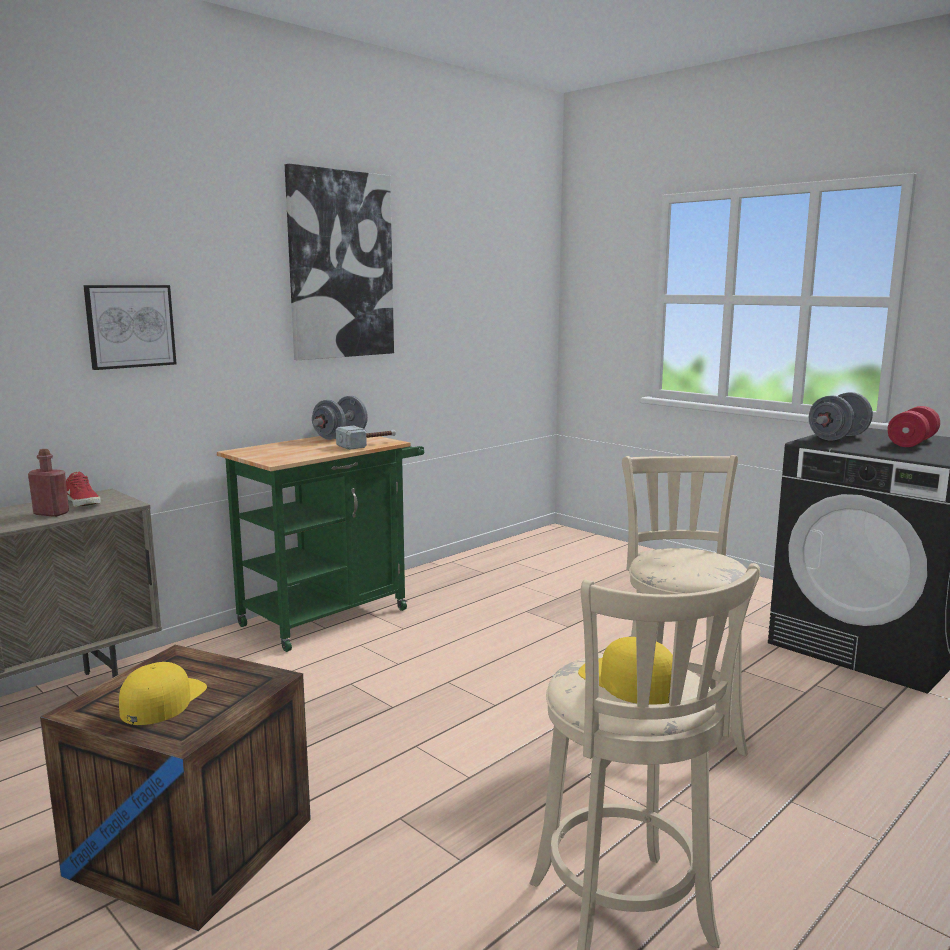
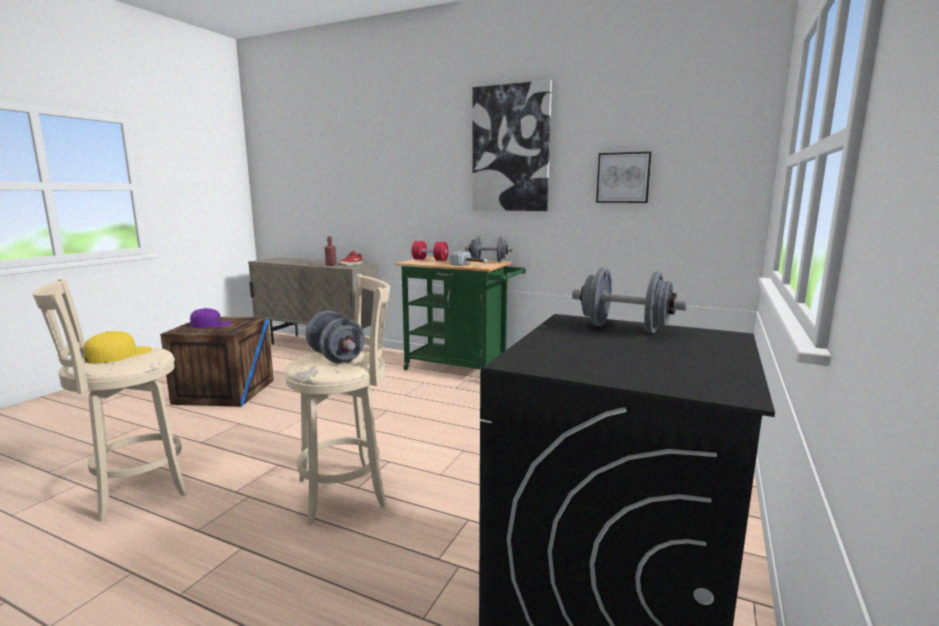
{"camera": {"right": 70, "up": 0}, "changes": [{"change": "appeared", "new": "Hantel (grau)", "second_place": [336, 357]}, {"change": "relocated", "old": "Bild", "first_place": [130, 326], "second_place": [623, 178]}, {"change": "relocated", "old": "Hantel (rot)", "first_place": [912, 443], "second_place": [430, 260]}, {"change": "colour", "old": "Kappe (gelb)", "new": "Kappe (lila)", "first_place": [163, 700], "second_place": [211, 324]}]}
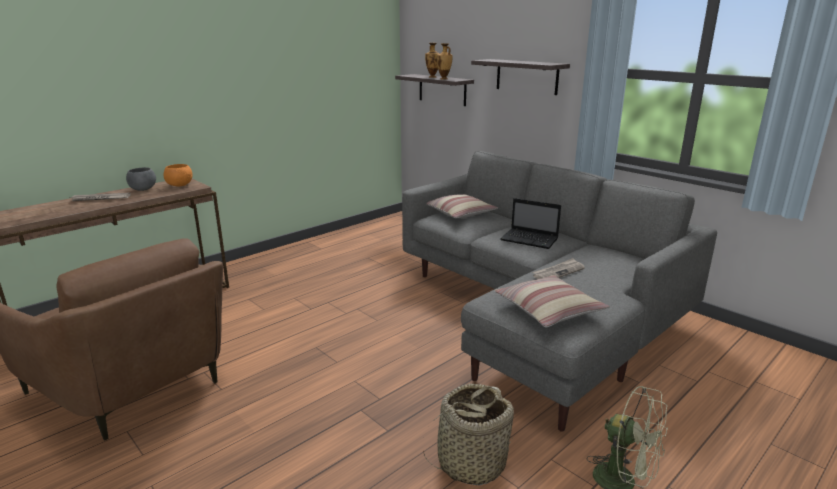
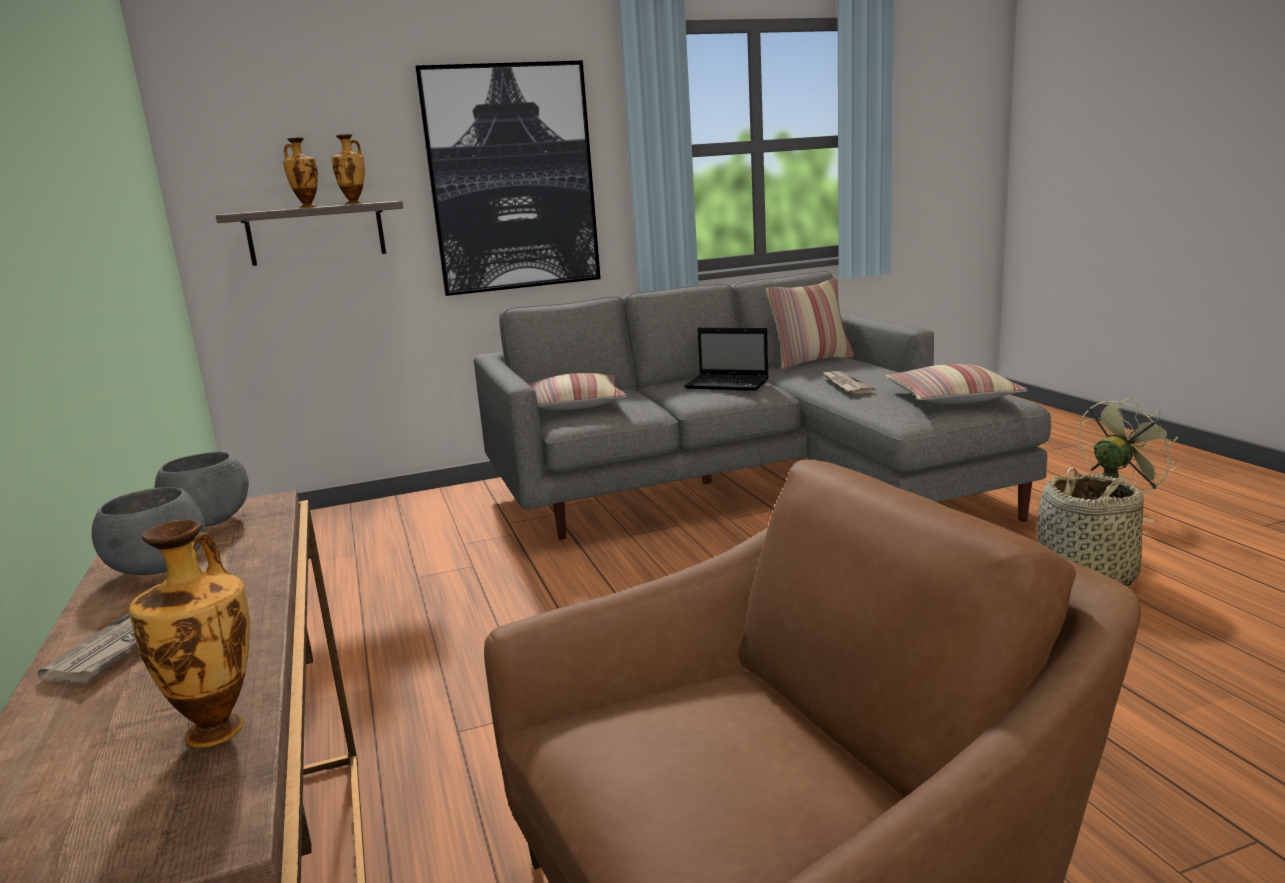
{"camera": {"right": -65, "up": -5}, "changes": [{"change": "appeared", "new": "Vase", "second_place": [219, 728]}, {"change": "appeared", "new": "Kissen", "second_place": [811, 361]}, {"change": "exchanged", "old": "Wandregal", "new": "Bild", "first_place": [526, 76], "second_place": [512, 179]}, {"change": "colour", "old": "Schüssel (orange)", "new": "Schüssel (grau)", "first_place": [180, 185], "second_place": [211, 523]}, {"change": "spun", "old": "Laptop", "first_place": [530, 240], "second_place": [729, 384], "degrees": 60}]}
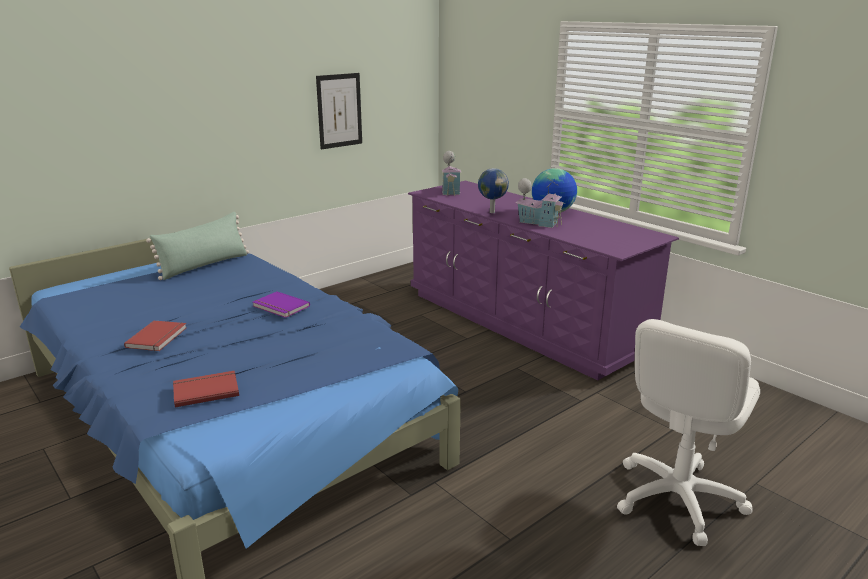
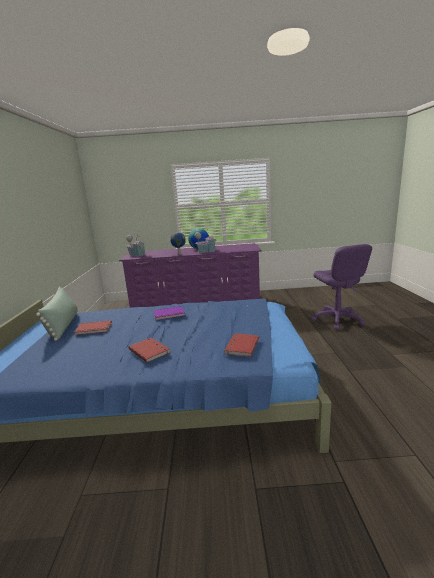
{"camera": {"right": -50, "up": -5}, "changes": [{"change": "missing", "old": "Bild", "first_place": [339, 110]}, {"change": "appeared", "new": "Buch (rot)", "second_place": [93, 329]}, {"change": "colour", "old": "Bürostuhl (weiß)", "new": "Bürostuhl (lila)", "first_place": [677, 498], "second_place": [337, 319]}]}
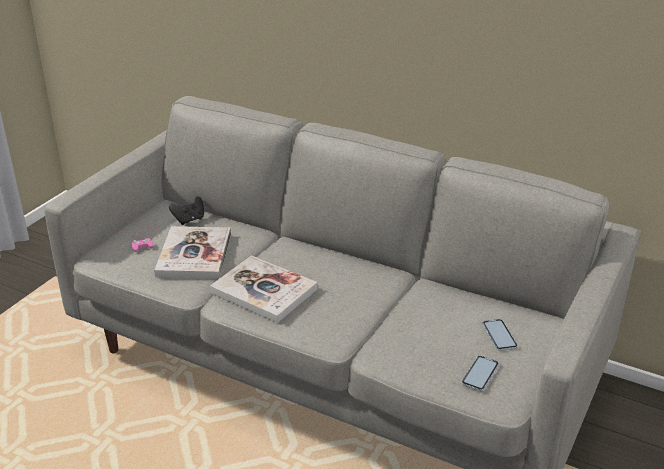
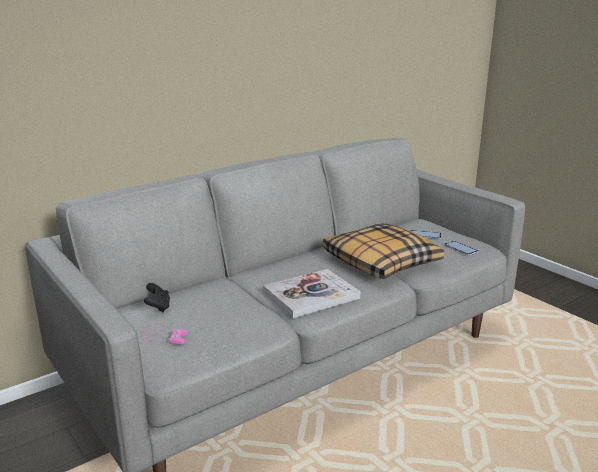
{"camera": {"right": -65, "up": -10}, "changes": [{"change": "missing", "old": "Buch", "first_place": [194, 255]}, {"change": "appeared", "new": "Kissen", "second_place": [380, 262]}]}
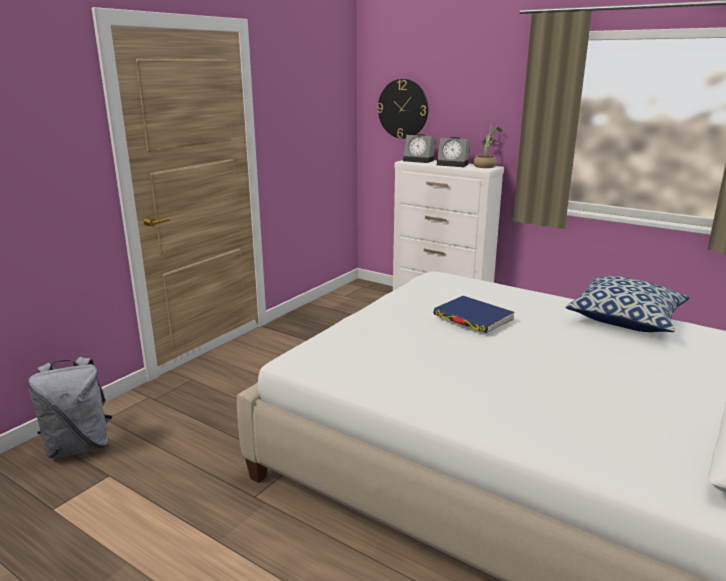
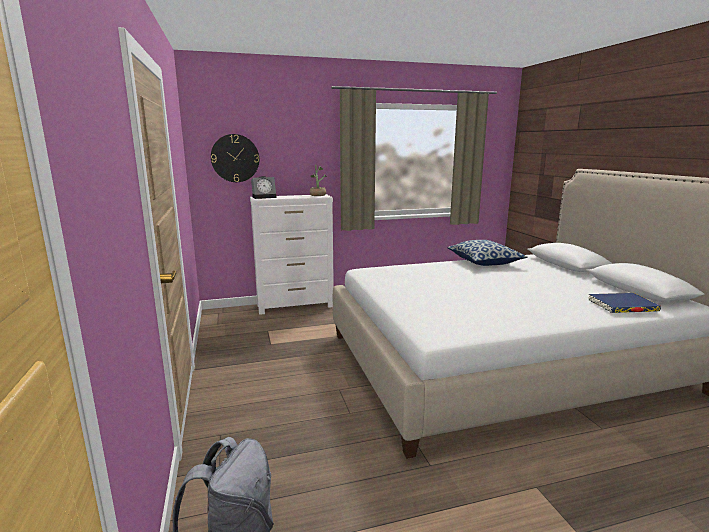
{"camera": {"right": -50, "up": -5}, "changes": [{"change": "missing", "old": "Wecker", "first_place": [453, 164]}, {"change": "relocated", "old": "Buch (blau)", "first_place": [473, 318], "second_place": [622, 306]}]}
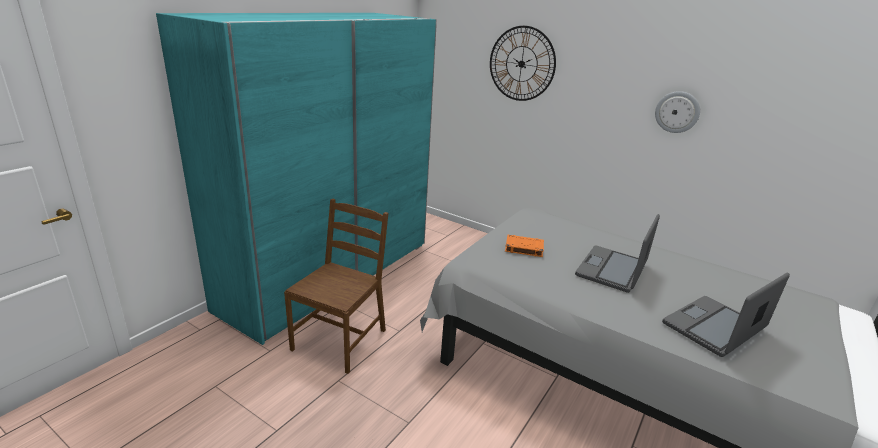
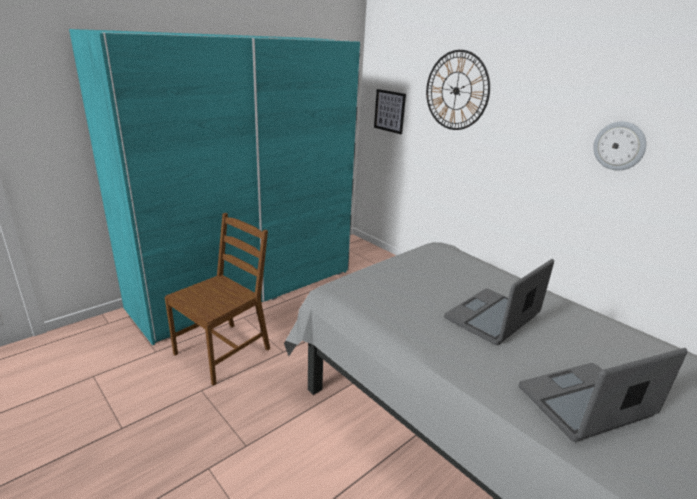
{"camera": {"right": 15, "up": 0}, "changes": [{"change": "missing", "old": "Buch (orange)", "first_place": [523, 248]}, {"change": "appeared", "new": "Bild", "second_place": [389, 111]}]}
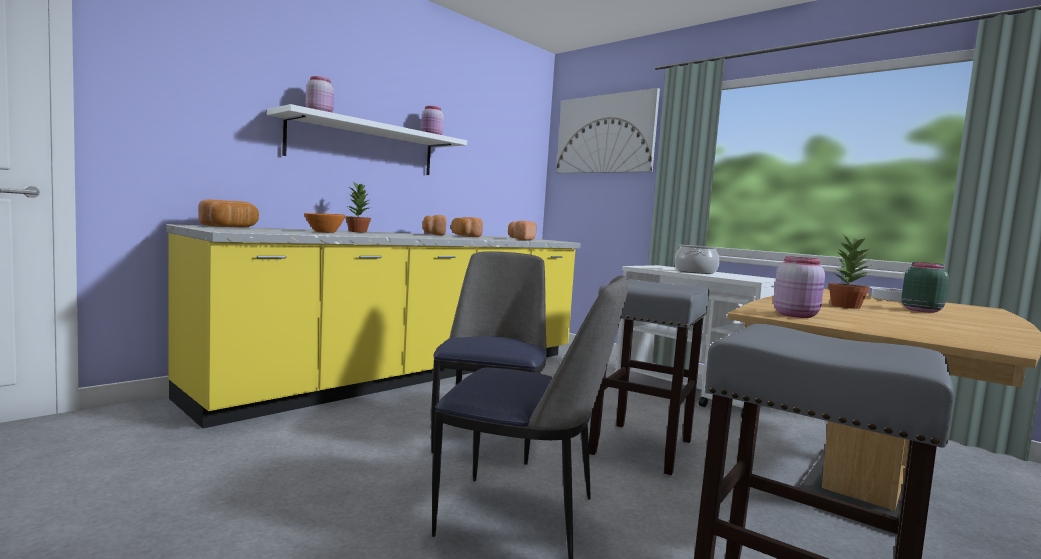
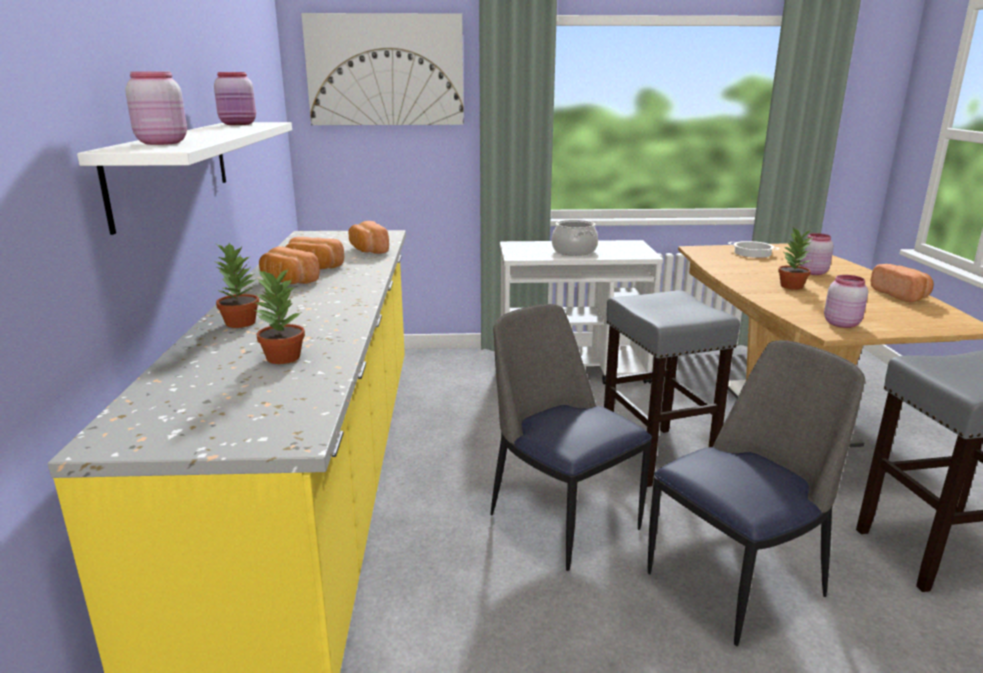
{"camera": {"right": -45, "up": 15}, "changes": [{"change": "relocated", "old": "Brot", "first_place": [231, 227], "second_place": [901, 295]}, {"change": "exchanged", "old": "Schüssel (orange)", "new": "Topfpflanze", "first_place": [323, 232], "second_place": [282, 357]}, {"change": "colour", "old": "Vorratsglas (grün)", "new": "Vorratsglas (rosa)", "first_place": [920, 310], "second_place": [812, 272]}]}
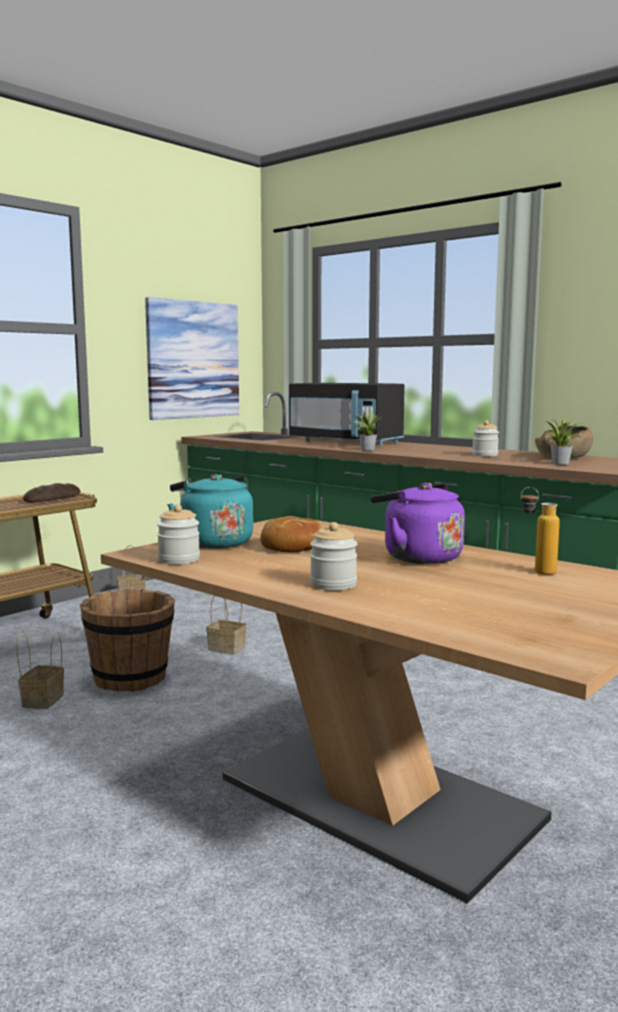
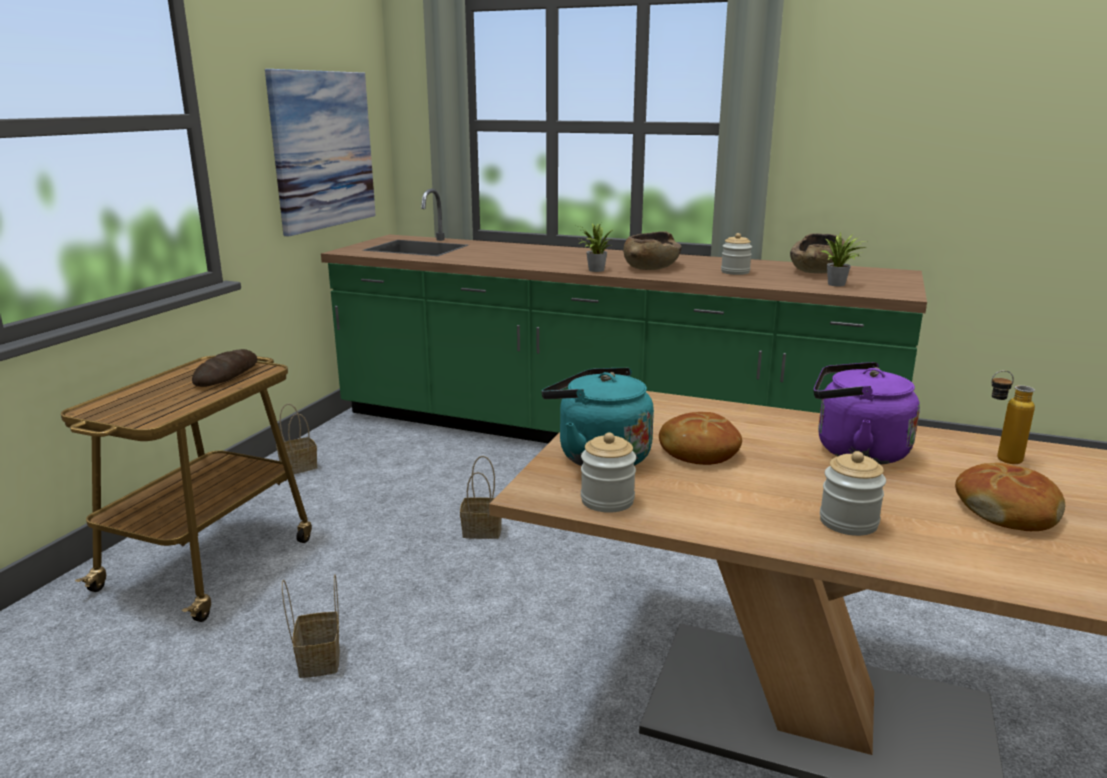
{"camera": {"right": -20, "up": 10}, "changes": [{"change": "missing", "old": "Eimer (braun)", "first_place": [131, 678]}, {"change": "missing", "old": "Mikrowelle (schwarz)", "first_place": [346, 442]}, {"change": "appeared", "new": "Schüssel (braun)", "second_place": [651, 266]}, {"change": "appeared", "new": "Brot", "second_place": [1007, 511]}]}
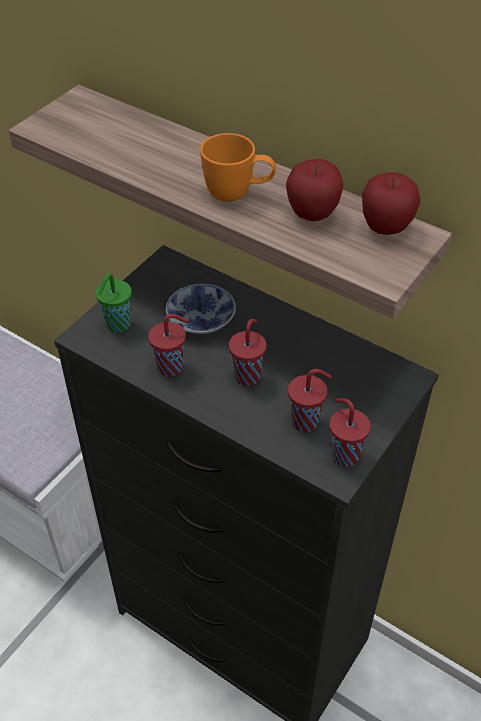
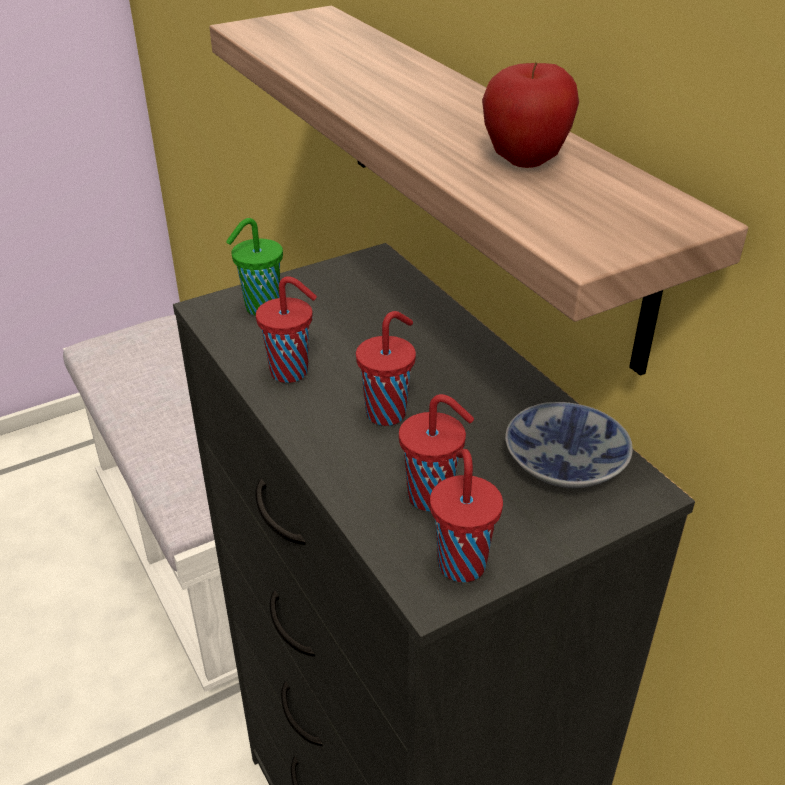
{"camera": {"right": 25, "up": -10}, "changes": [{"change": "missing", "old": "Henkelbecher (orange)", "first_place": [238, 194]}, {"change": "missing", "old": "Apfel", "first_place": [385, 228]}, {"change": "relocated", "old": "Schüssel", "first_place": [204, 319], "second_place": [569, 465]}]}
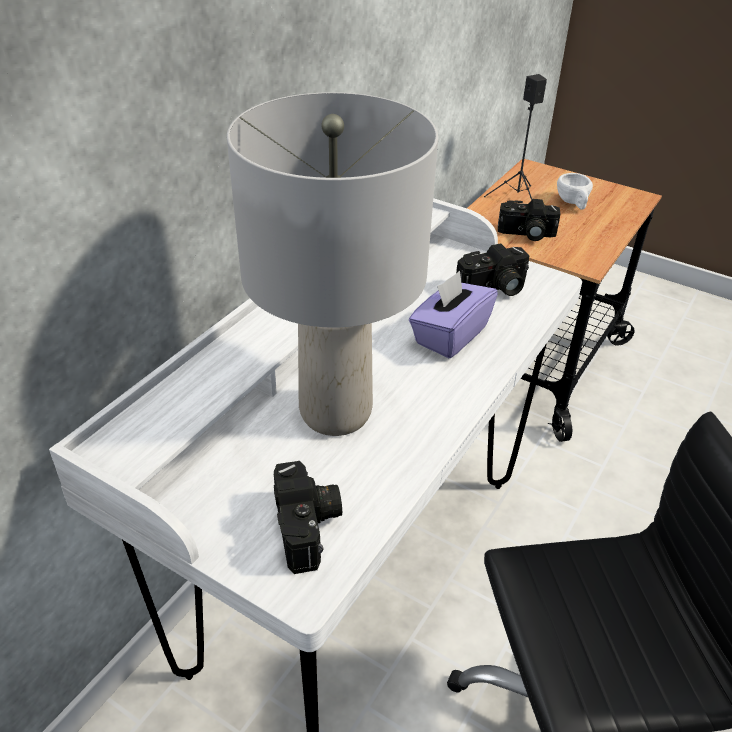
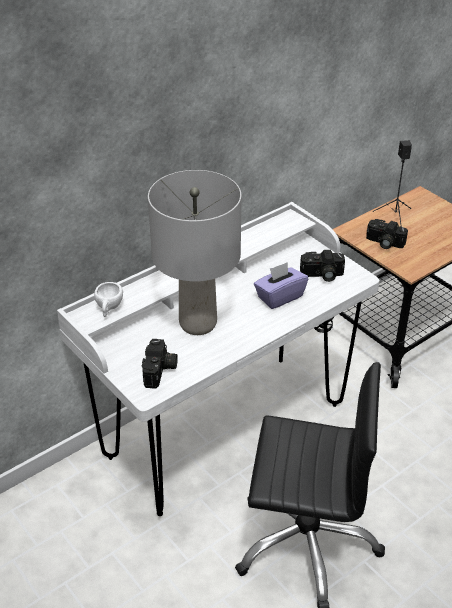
{"camera": {"right": 20, "up": 0}, "changes": [{"change": "relocated", "old": "Tasse (weiß)", "first_place": [573, 203], "second_place": [109, 308]}]}
